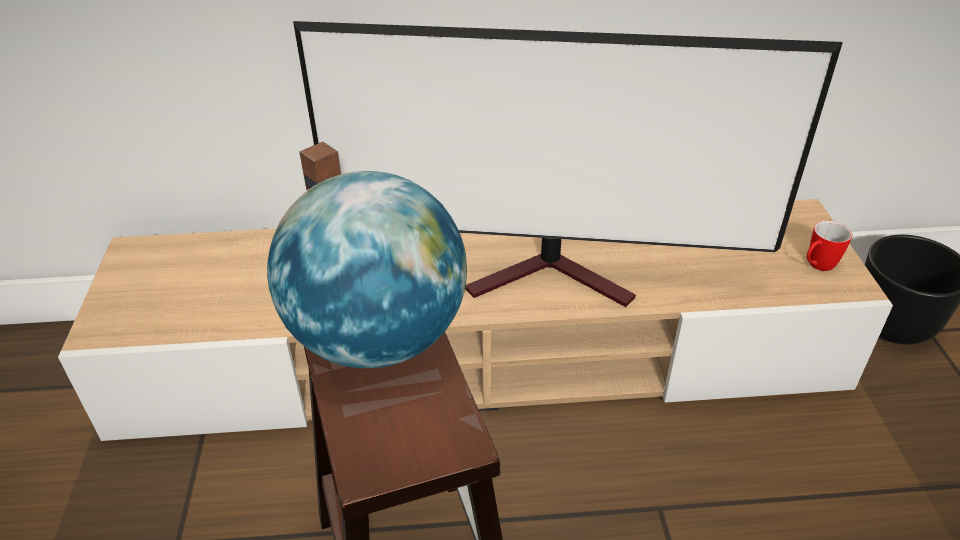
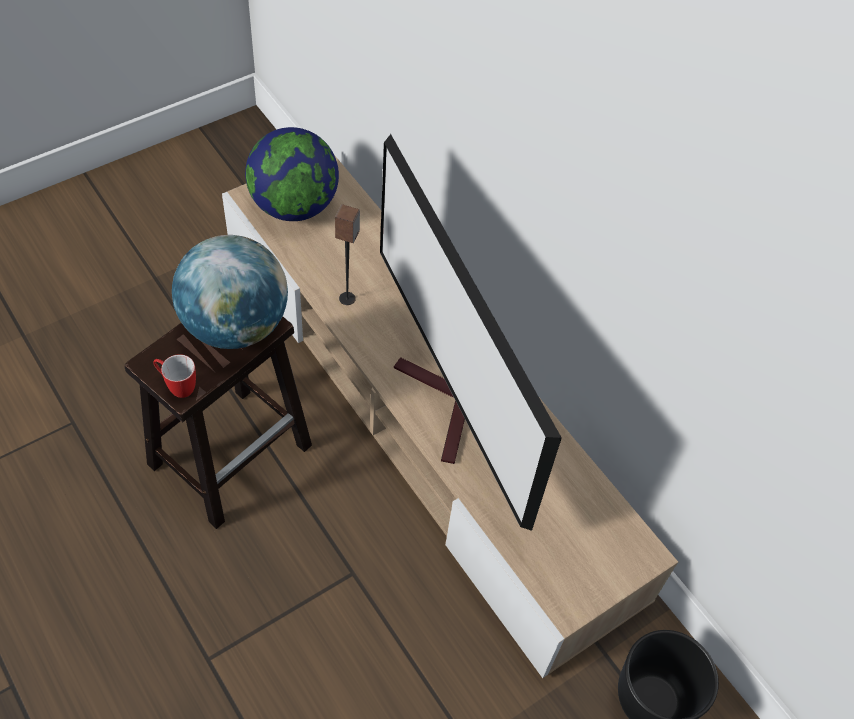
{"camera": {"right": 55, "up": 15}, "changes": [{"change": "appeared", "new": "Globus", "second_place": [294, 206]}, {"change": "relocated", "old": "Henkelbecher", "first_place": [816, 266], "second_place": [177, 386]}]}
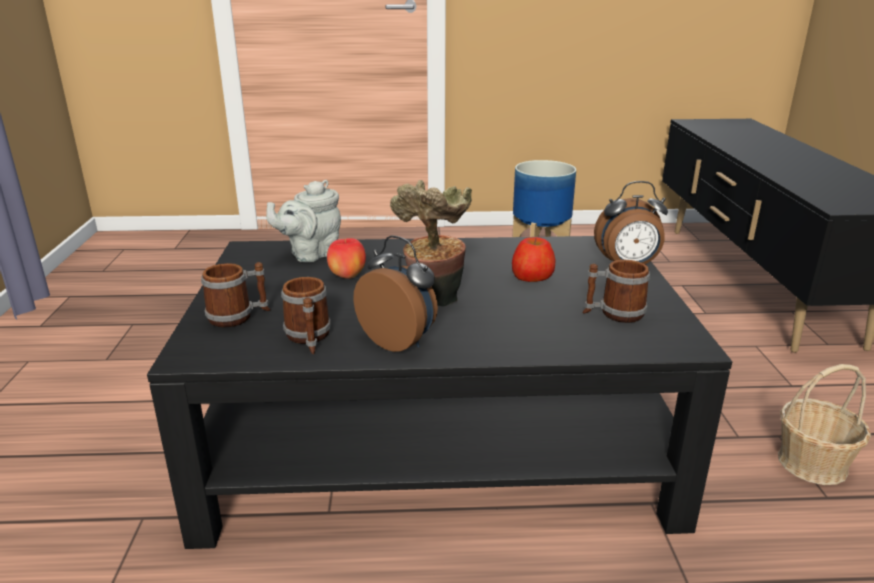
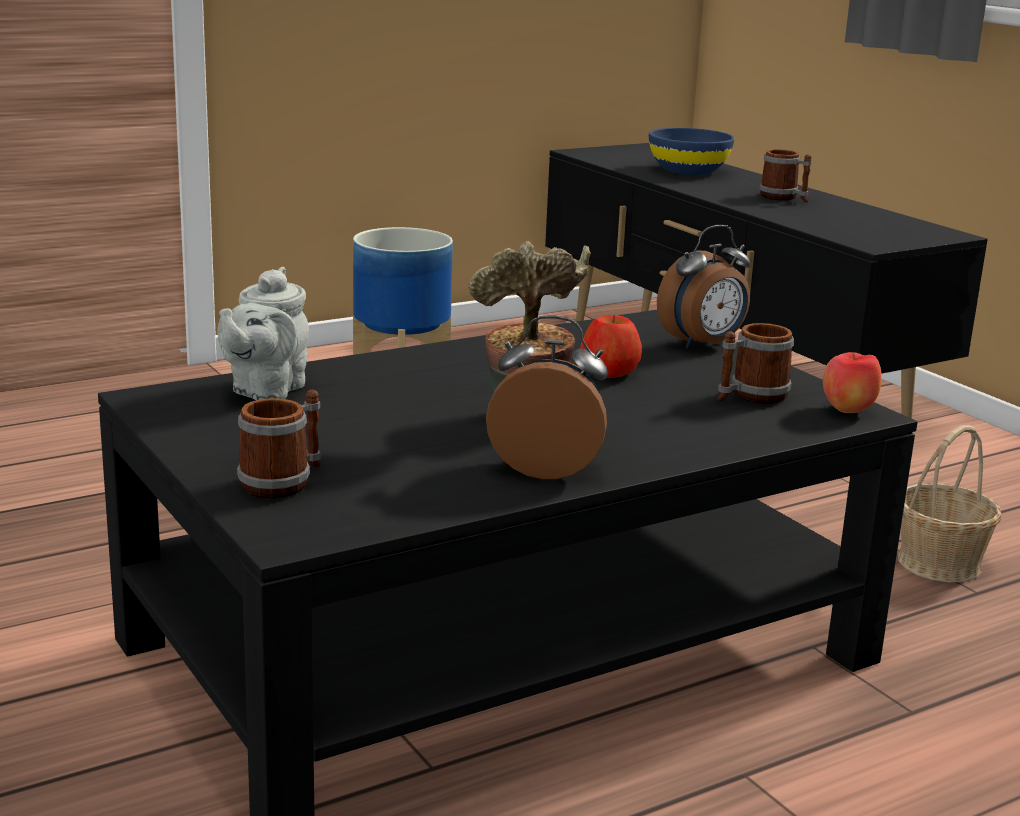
{"camera": {"right": -30, "up": -5}, "changes": [{"change": "appeared", "new": "Schüssel (blau)", "second_place": [688, 170]}, {"change": "relocated", "old": "Henkelbecher", "first_place": [309, 338], "second_place": [784, 198]}, {"change": "relocated", "old": "Apfel", "first_place": [347, 276], "second_place": [847, 411]}]}
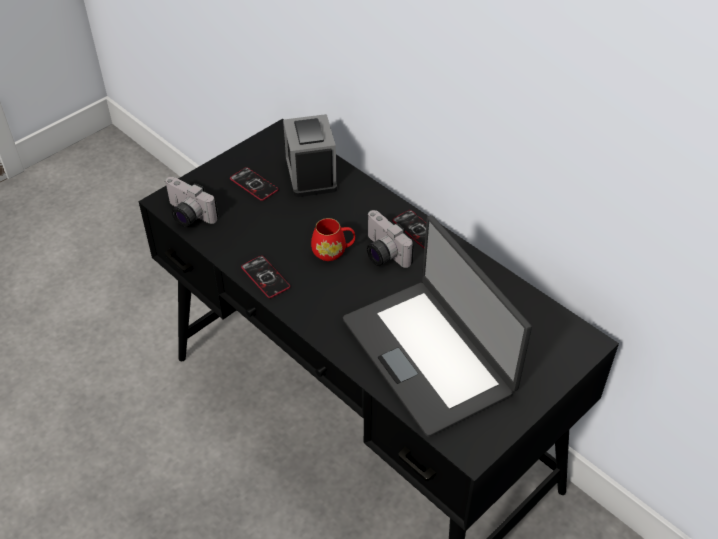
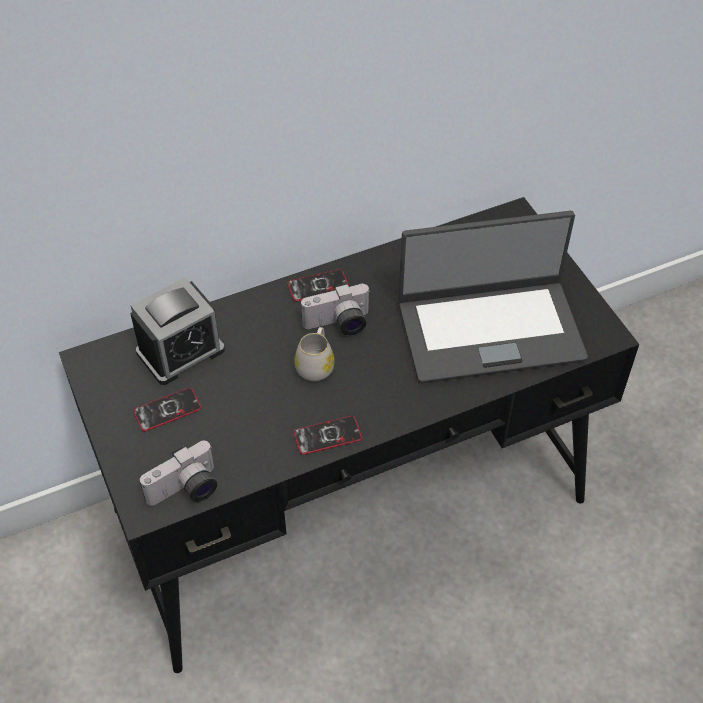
{"camera": {"right": -70, "up": 5}, "changes": [{"change": "colour", "old": "Henkelbecher (rot)", "new": "Henkelbecher (weiß)", "first_place": [333, 251], "second_place": [316, 365]}, {"change": "spun", "old": "Wecker", "first_place": [311, 174], "second_place": [180, 351], "degrees": -45}]}
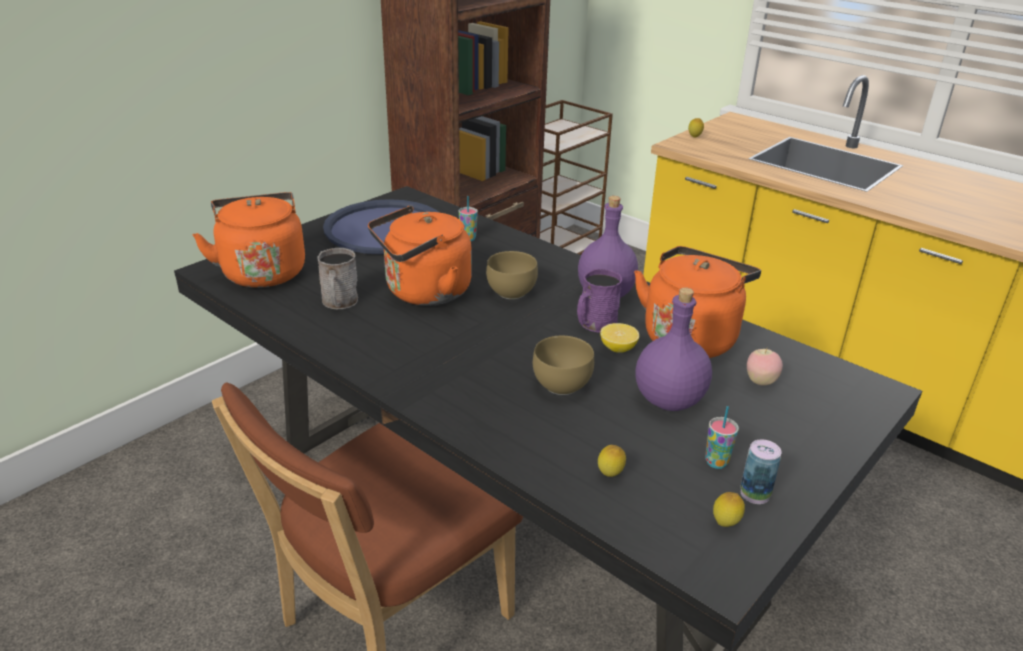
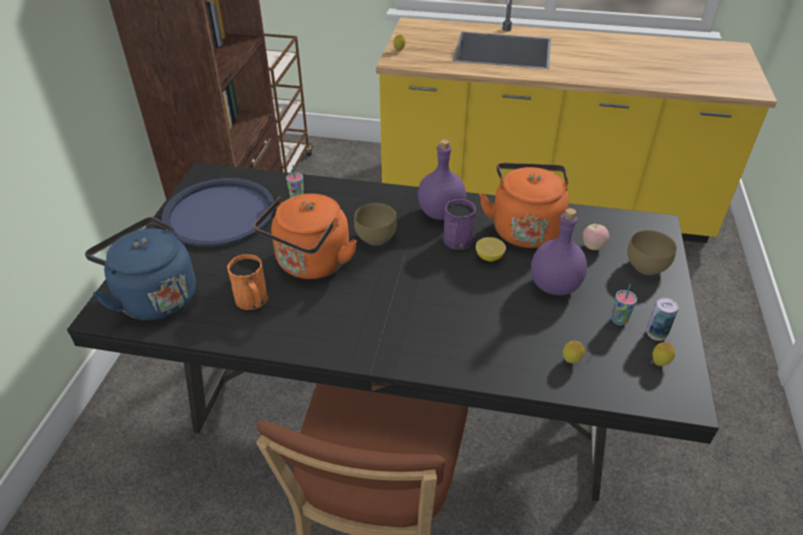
{"camera": {"right": -30, "up": 10}, "changes": [{"change": "relocated", "old": "Schüssel (braun)", "first_place": [561, 387], "second_place": [647, 268]}, {"change": "colour", "old": "Wasserkessel (orange)", "new": "Wasserkessel (blau)", "first_place": [262, 271], "second_place": [154, 297]}, {"change": "colour", "old": "Henkelbecher (grau)", "new": "Henkelbecher (orange)", "first_place": [339, 303], "second_place": [253, 301]}]}
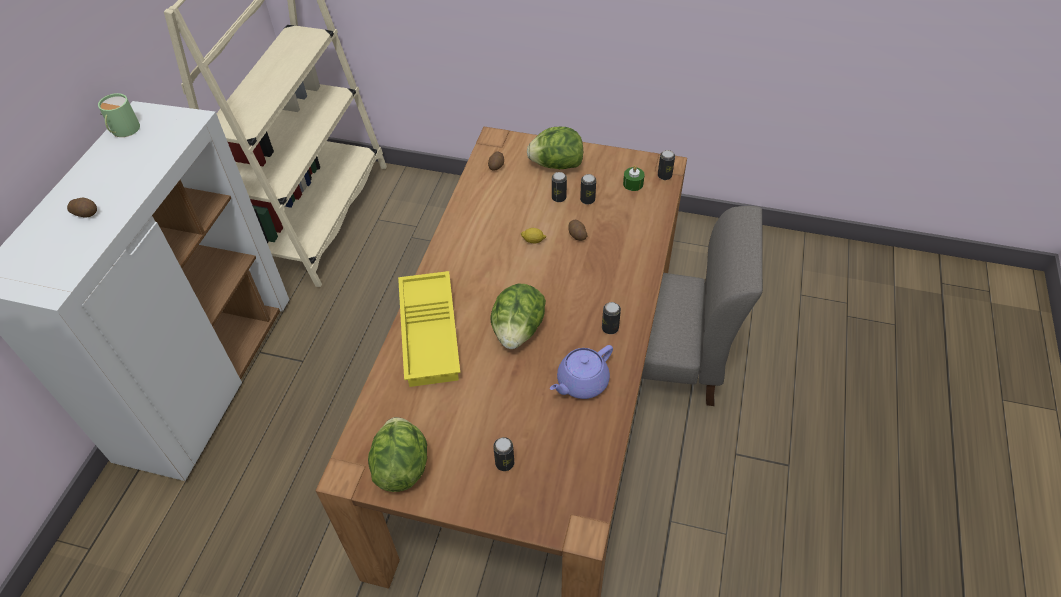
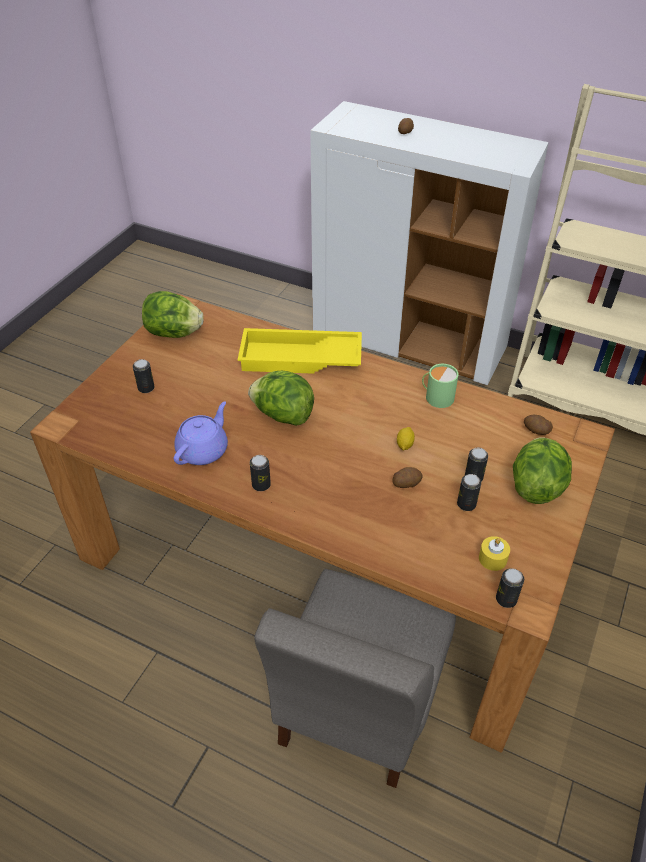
{"camera": {"right": 100, "up": -5}, "changes": [{"change": "relocated", "old": "Henkelbecher (grün)", "first_place": [123, 130], "second_place": [437, 396]}, {"change": "colour", "old": "Kerze (grün)", "new": "Kerze (gelb)", "first_place": [633, 184], "second_place": [492, 558]}, {"change": "spun", "old": "Teekanne (lila)", "first_place": [581, 382], "second_place": [203, 450], "degrees": 60}]}
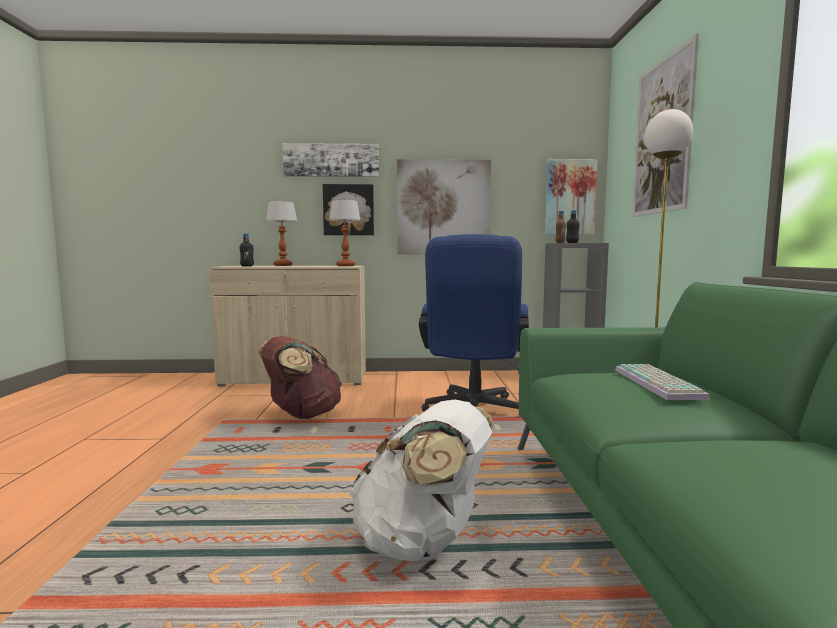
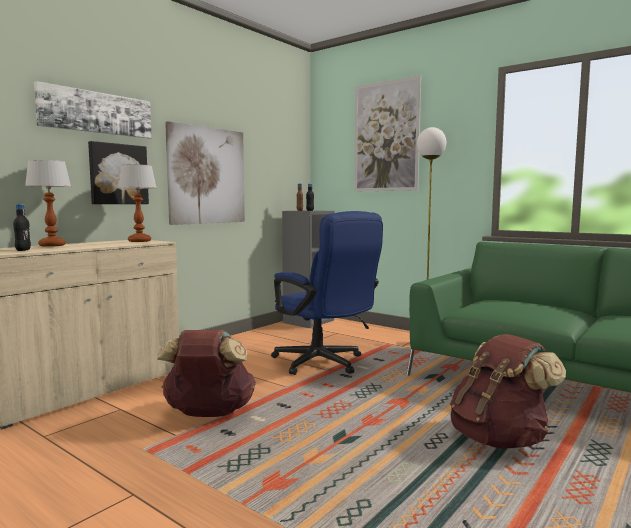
{"camera": {"right": -50, "up": 0}, "changes": [{"change": "missing", "old": "Bild", "first_place": [570, 197]}, {"change": "missing", "old": "Tastatur", "first_place": [660, 383]}, {"change": "colour", "old": "Rucksack (weiß)", "new": "Rucksack (braun)", "first_place": [422, 543], "second_place": [499, 439]}]}
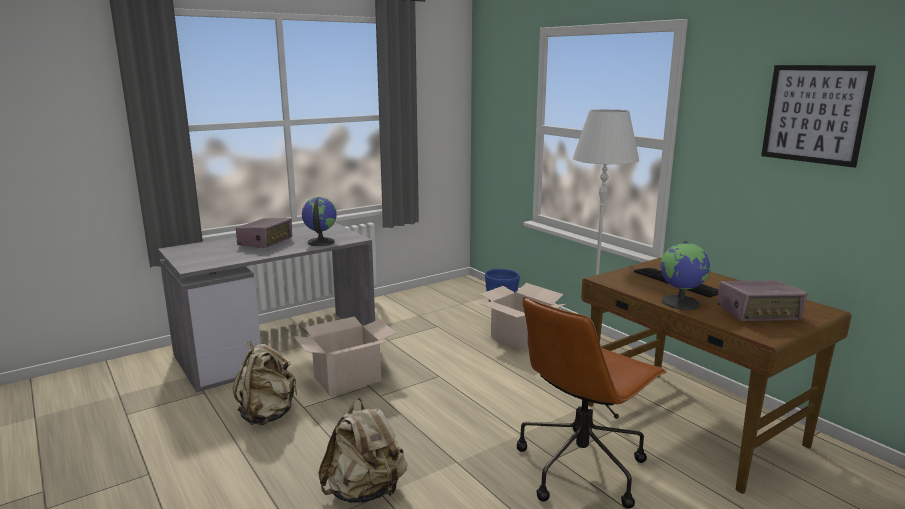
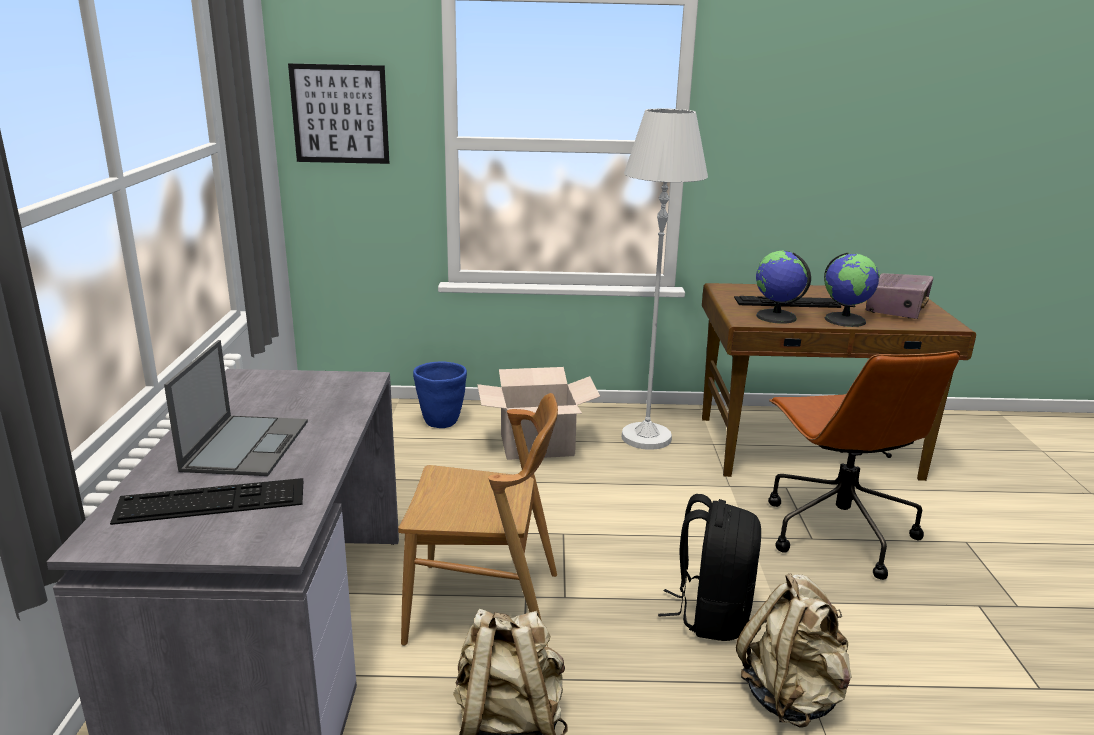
{"camera": {"right": -55, "up": 5}, "changes": [{"change": "appeared", "new": "Tastatur", "second_place": [211, 502]}, {"change": "appeared", "new": "Rucksack (schwarz)", "second_place": [711, 615]}, {"change": "relocated", "old": "Globus", "first_place": [320, 242], "second_place": [776, 317]}, {"change": "relocated", "old": "Bild", "first_place": [814, 114], "second_place": [340, 114]}, {"change": "exchanged", "old": "Radio", "new": "Laptop", "first_place": [266, 242], "second_place": [246, 445]}, {"change": "exchanged", "old": "Karton", "new": "Stuhl (braun)", "first_place": [347, 379], "second_place": [484, 607]}]}
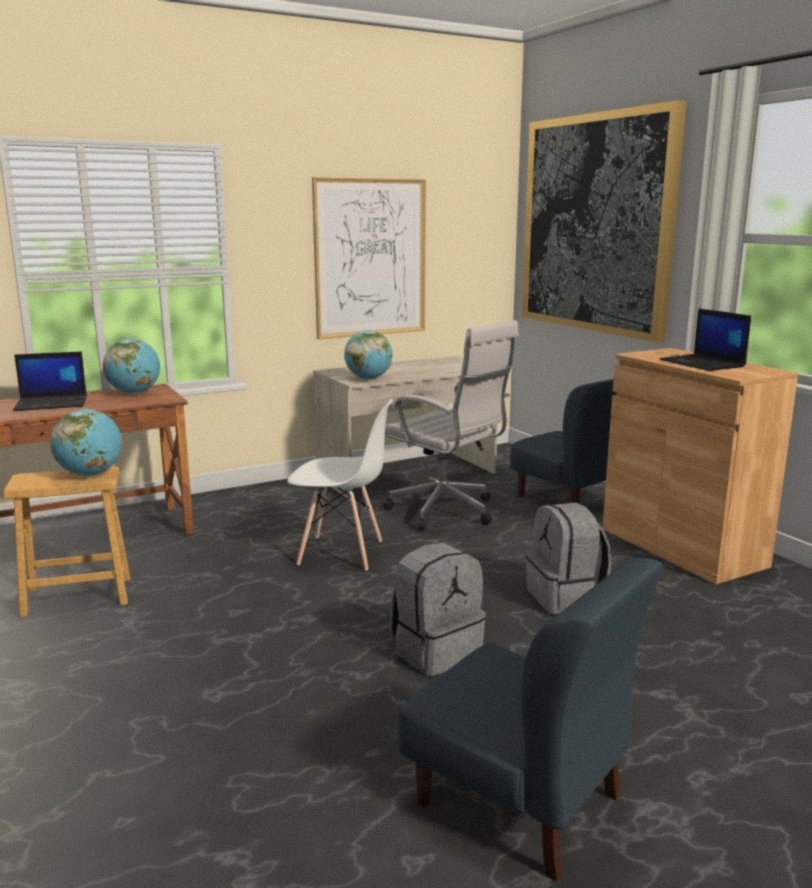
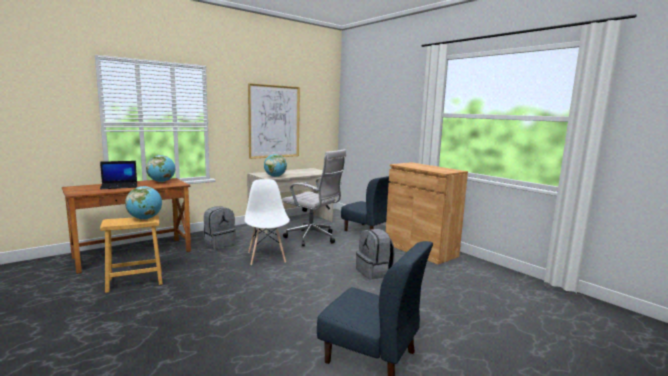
{"camera": {"right": -10, "up": -5}, "changes": [{"change": "missing", "old": "Bild", "first_place": [596, 224]}, {"change": "missing", "old": "Laptop", "first_place": [703, 363]}, {"change": "relocated", "old": "Rucksack (grau)", "first_place": [435, 651], "second_place": [219, 243]}, {"change": "spun", "old": "Stuhl (weiß)", "first_place": [341, 552], "second_place": [266, 257], "degrees": -105}]}
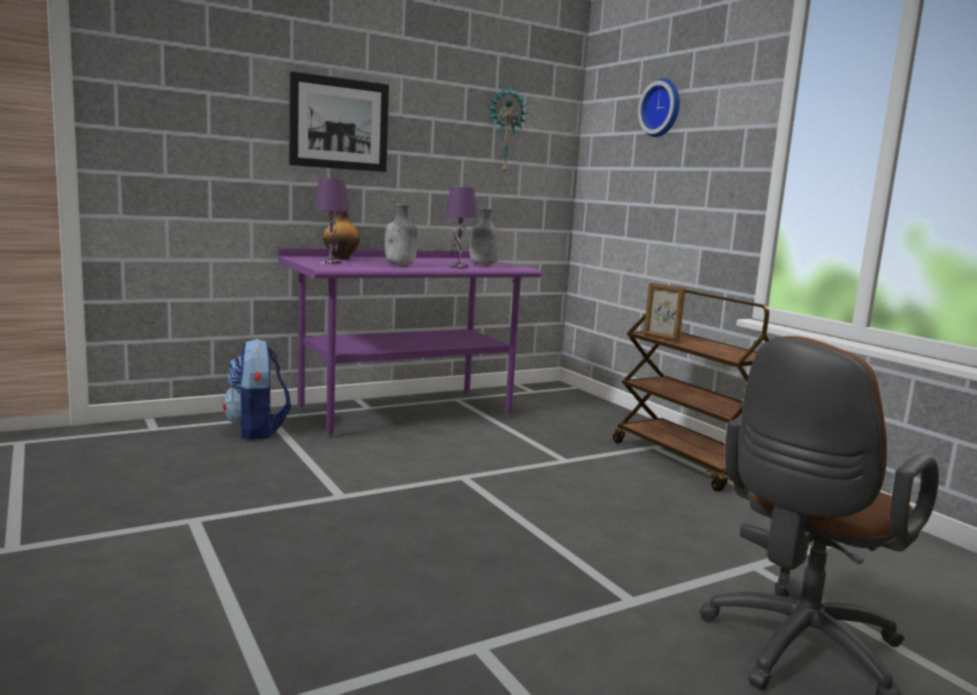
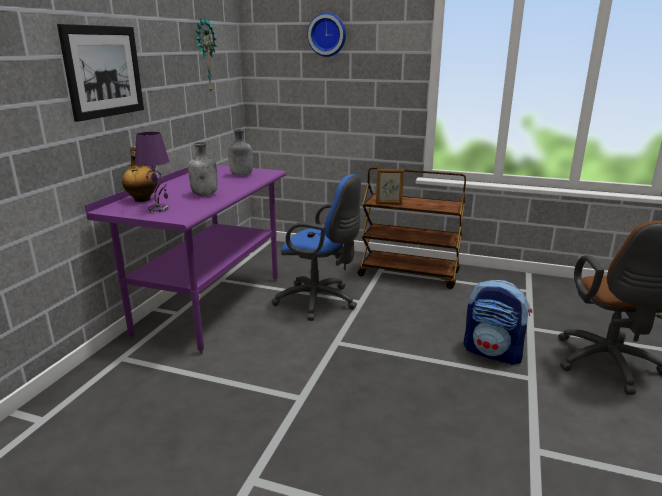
{"camera": {"right": -40, "up": 10}, "changes": [{"change": "missing", "old": "Tischlampe (lila)", "first_place": [458, 267]}, {"change": "appeared", "new": "Bürostuhl (blau)", "second_place": [320, 302]}, {"change": "relocated", "old": "Rucksack", "first_place": [257, 430], "second_place": [493, 353]}]}
